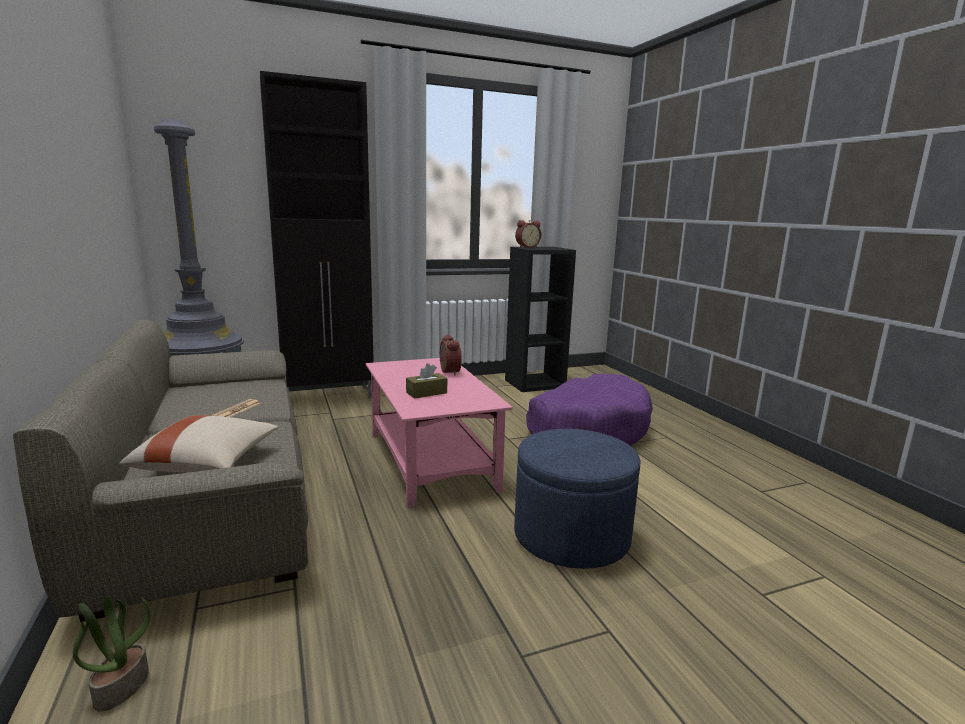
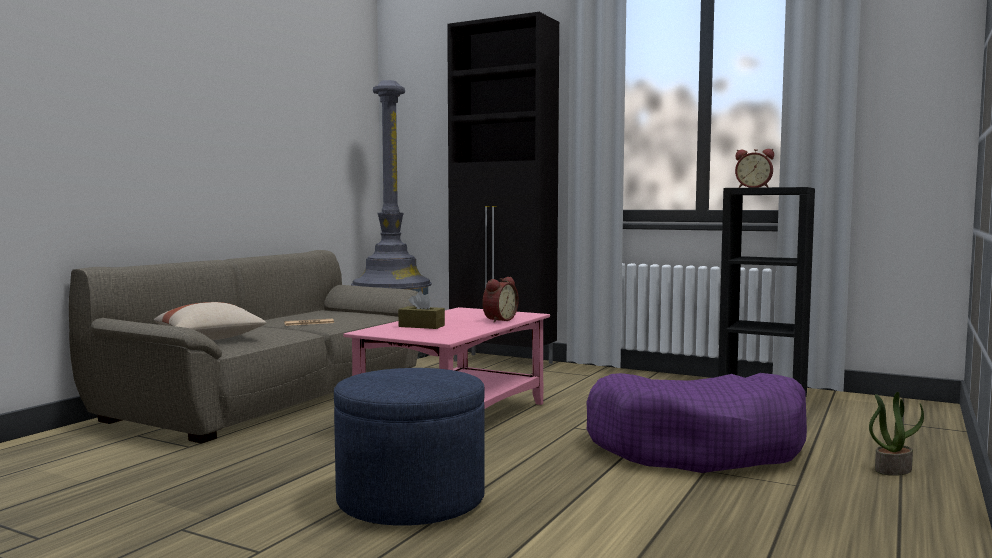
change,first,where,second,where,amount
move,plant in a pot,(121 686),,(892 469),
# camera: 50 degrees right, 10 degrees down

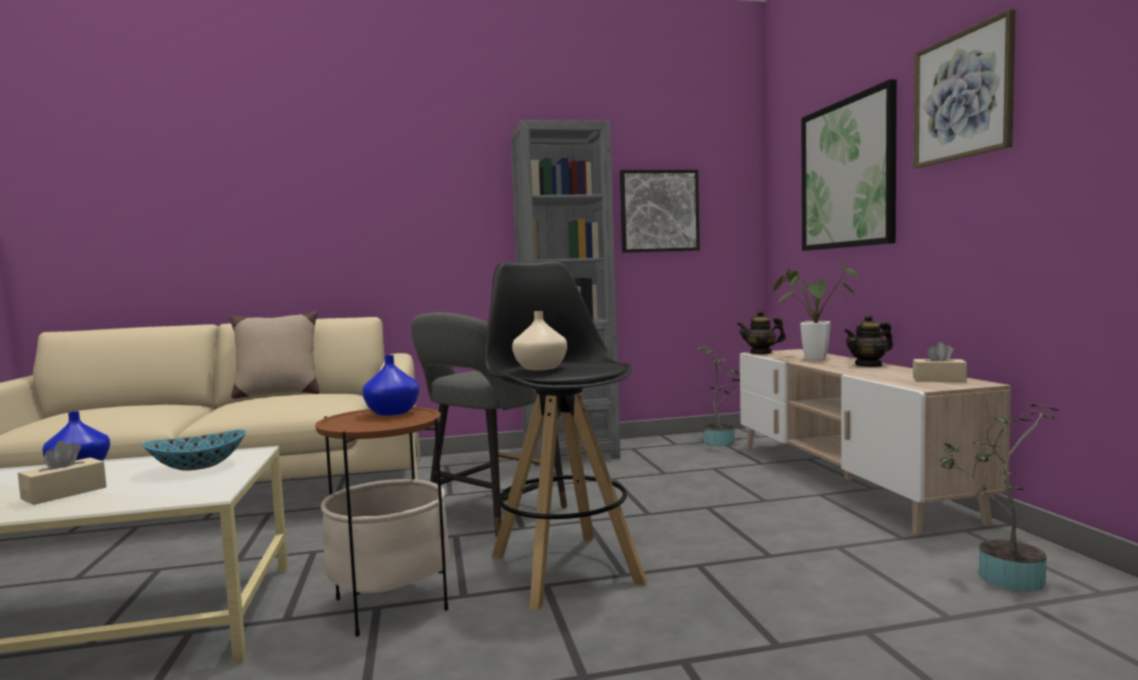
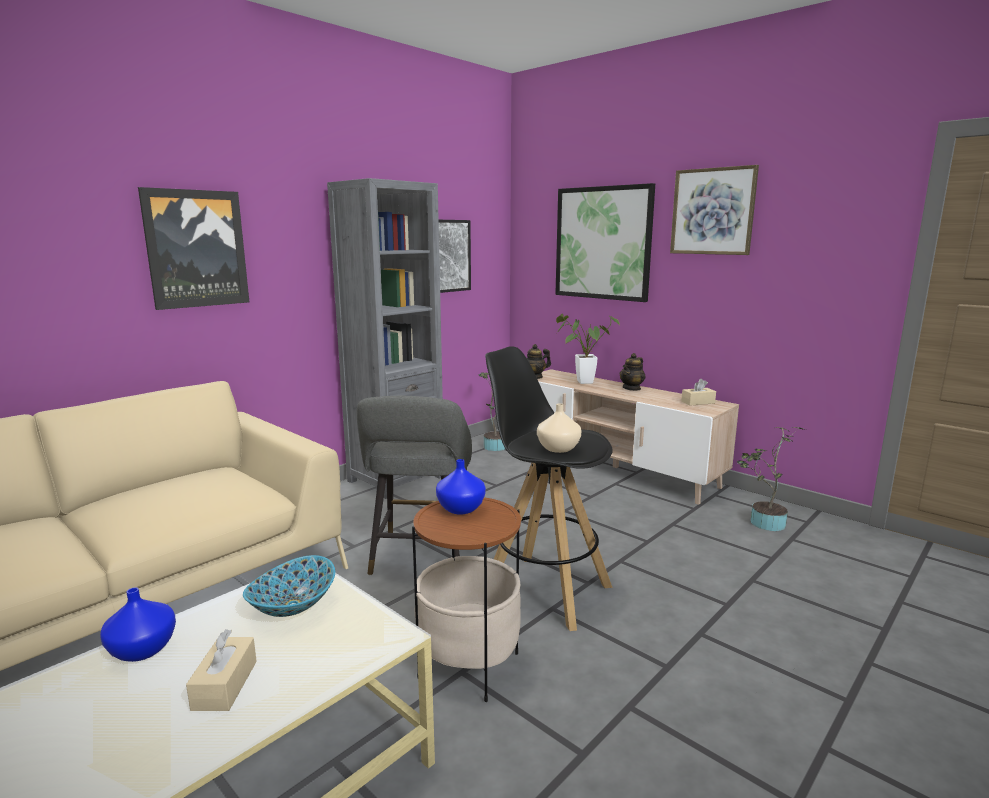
change,first,where,second,where,amount
delete,throw pillow in beige-coloured,(277 394),,,
insert,,,wall art,(196 249),
# camera: 35 degrees left, 10 degrees up

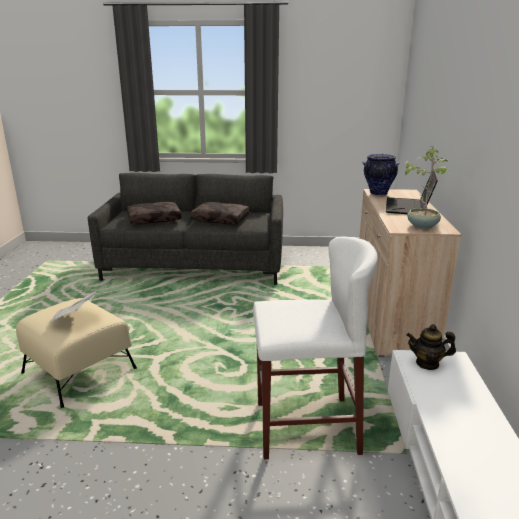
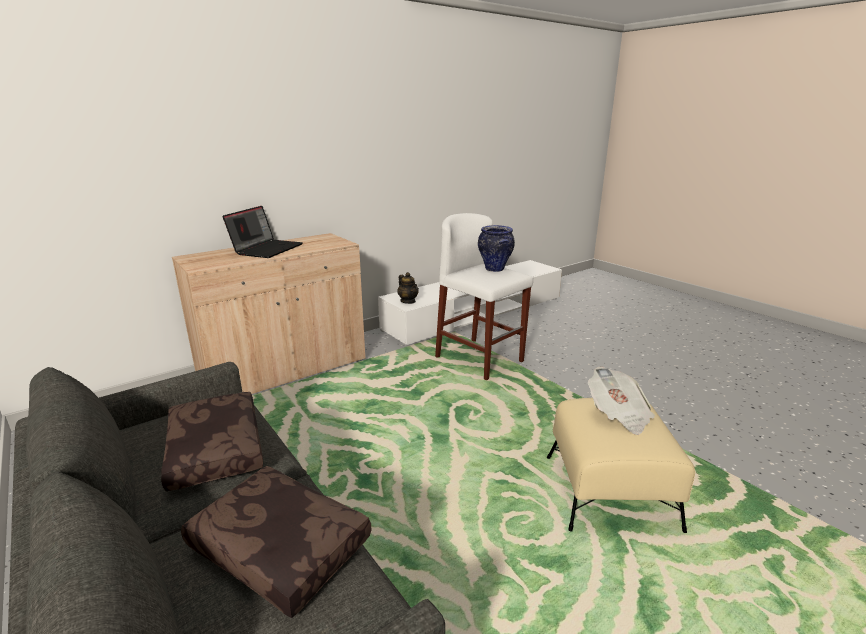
change,first,where,second,where,amount
delete,plant in a pot,(422 226),,,
move,decorative vase,(378 193),,(495 269),
rotate,laptop,(409 207),,(267 249),45 degrees counterclockwise
# camera: 130 degrees left, 0 degrees up

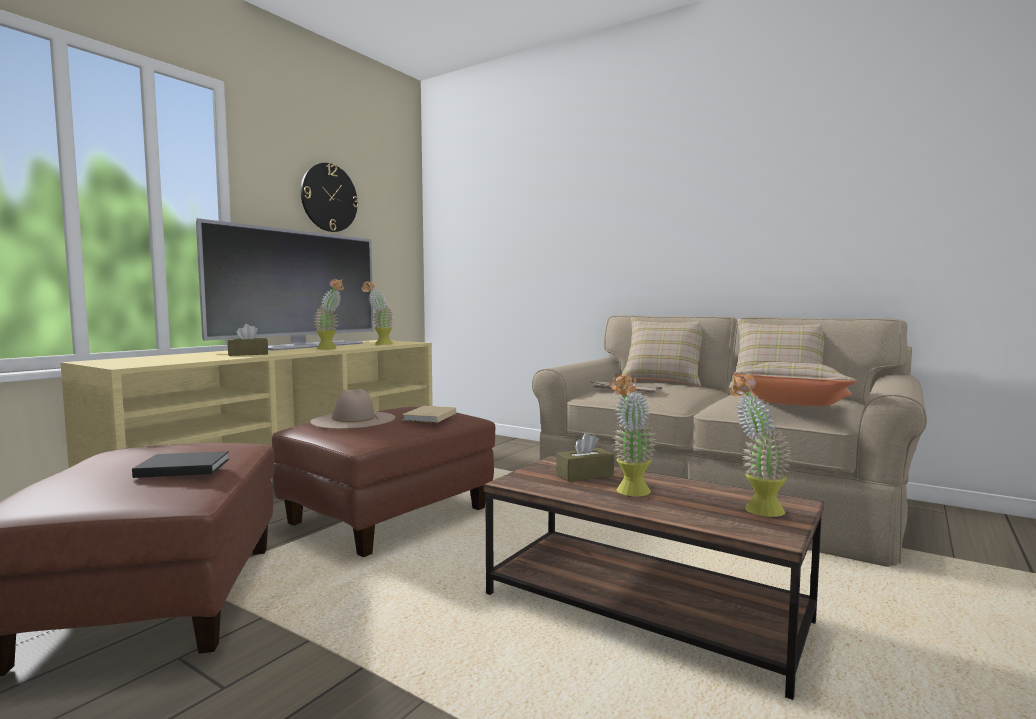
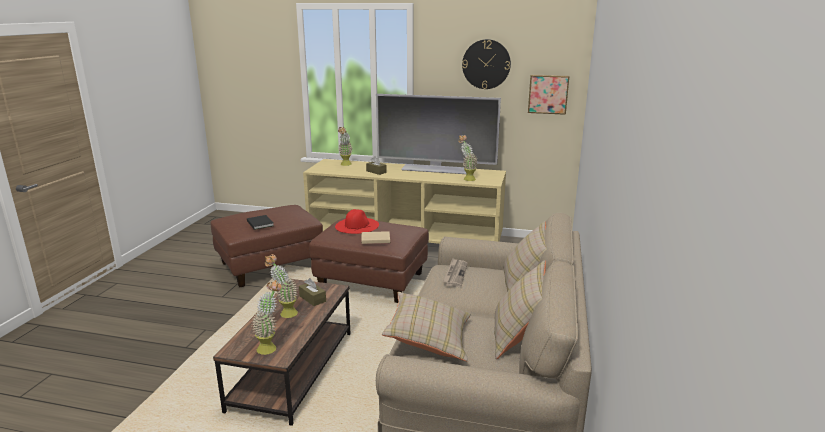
change,first,where,second,where,amount
move,plant in a pot,(330 349),,(345 165),
recolor,wearable hat in beige-coloured,(353 420),wearable hat in red-coloured,(357 225),
insert,,,wall art,(548 94),
# camera: 70 degrees right, 15 degrees up

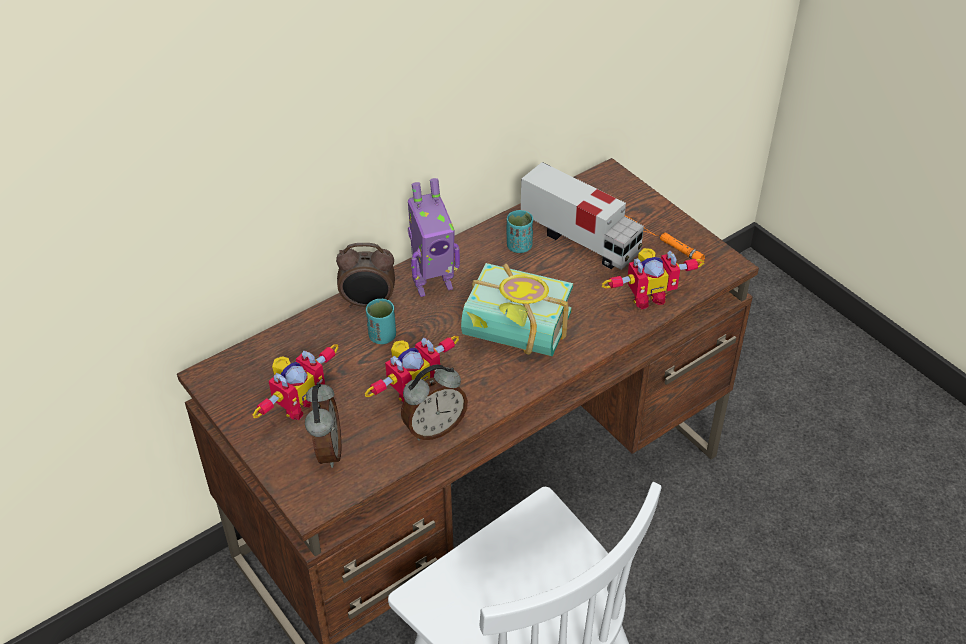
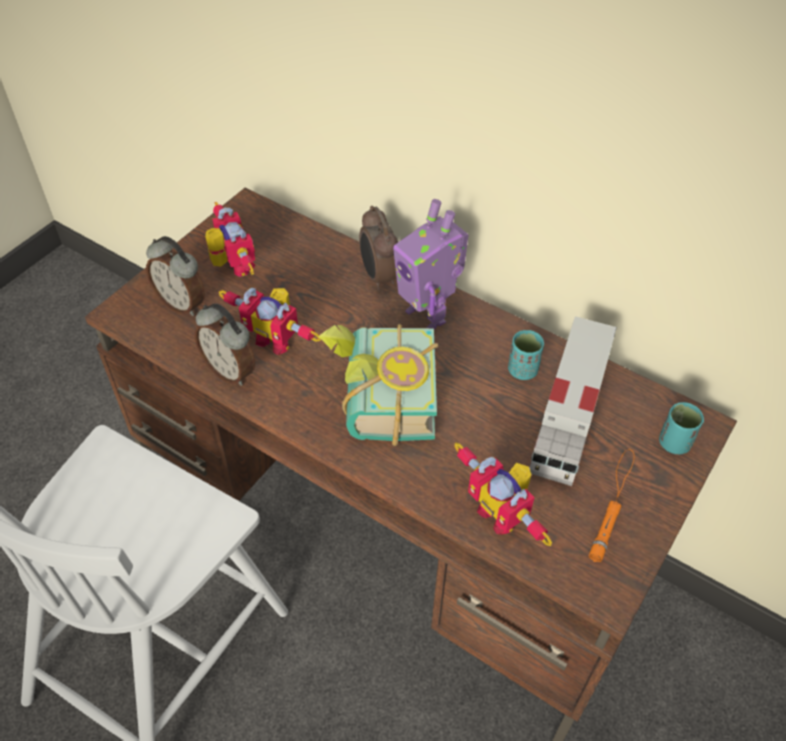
change,first,where,second,where,amount
move,small cup in blue-green,(382 336),,(674 443),
rotate,toy robot,(296 404),,(232 267),135 degrees counterclockwise
rotate,alarm clock,(327 450),,(182 303),60 degrees clockwise
# camera: 70 degrees right, 5 degrees up

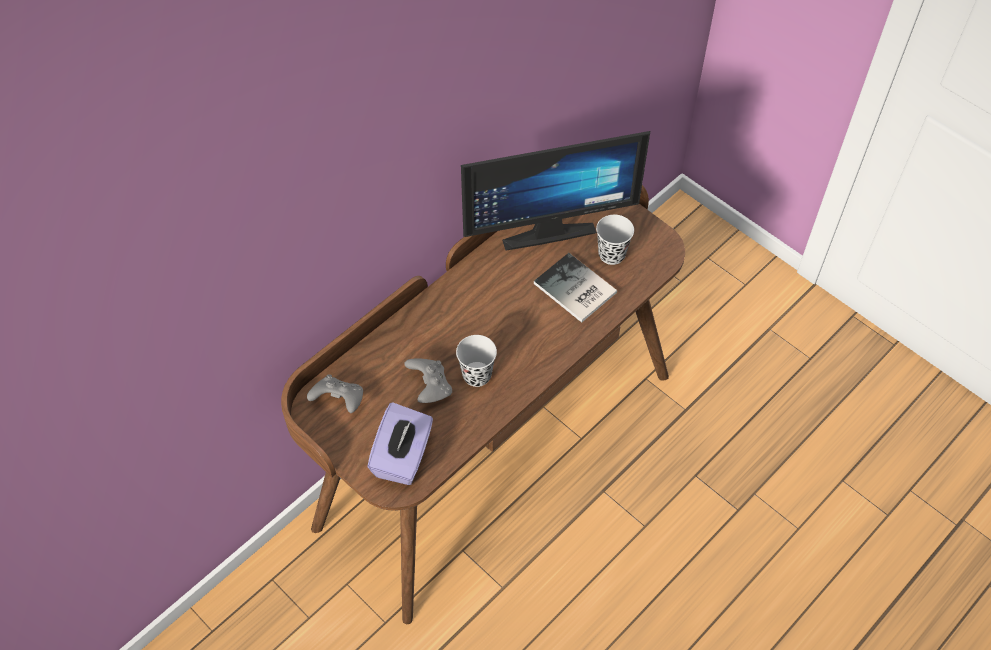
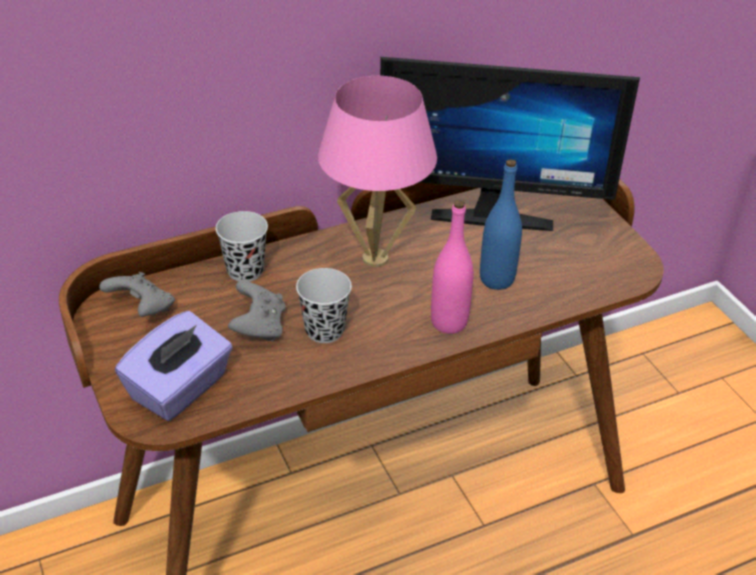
change,first,where,second,where,amount
move,small cup in black-coloured,(611 254),,(245 271),
replace,volume,(575 290),bottle in blue-coloured,(497 279),
insert,,,table lamp in pink-coloured,(375 258),
insert,,,bottle in pink-coloured,(449 322),
# camera: 20 degrees right, 15 degrees down

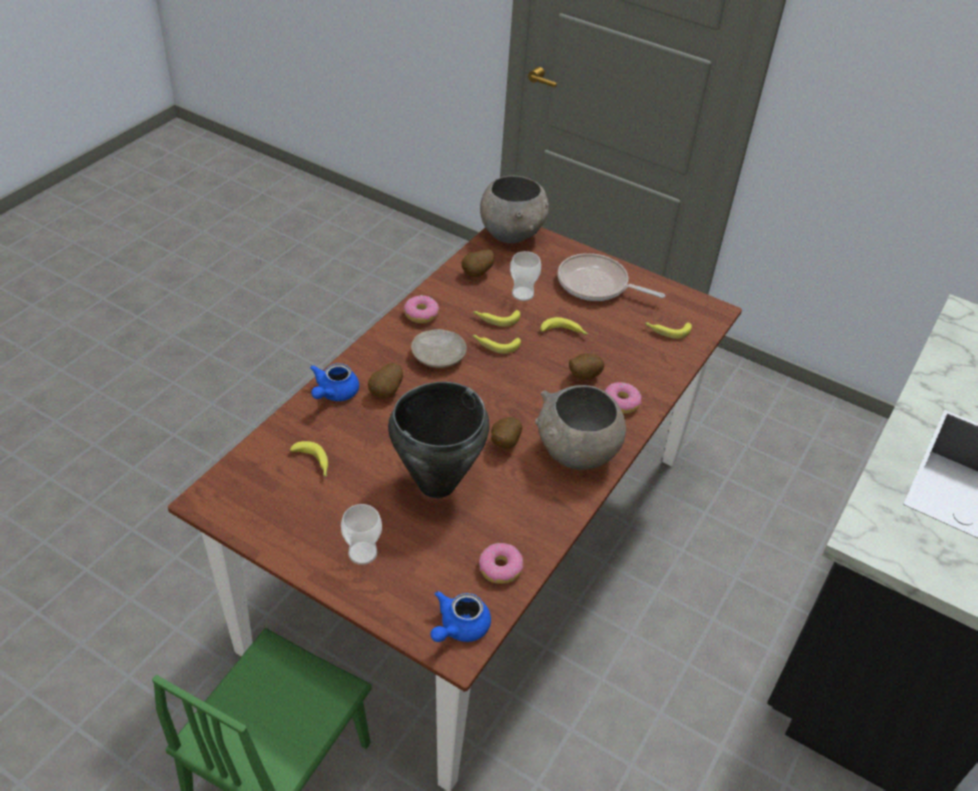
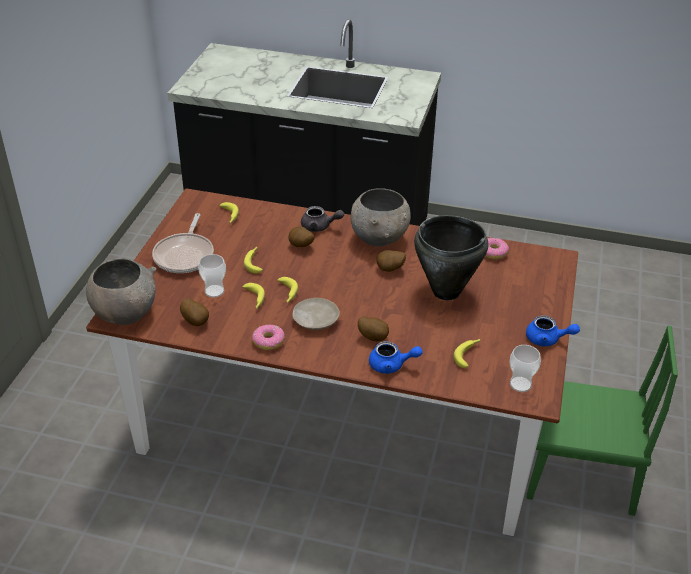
change,first,where,second,where,amount
replace,ring doughnut,(621 403),teapot in greyish,(319 227),
move,small cup,(362 553),,(520 384),
move,teapot in blue-coloured,(459 628),,(547 339),
# camera: 105 degrees left, 5 degrees down

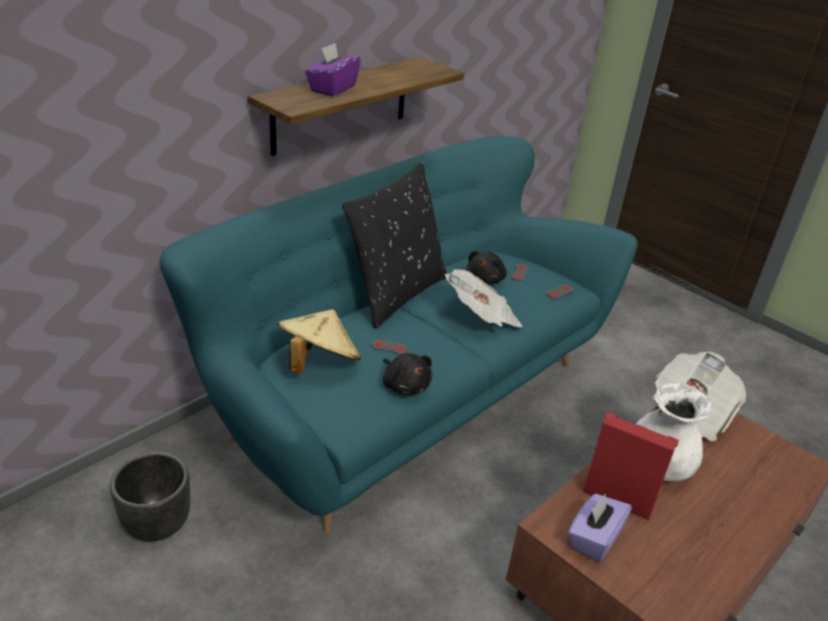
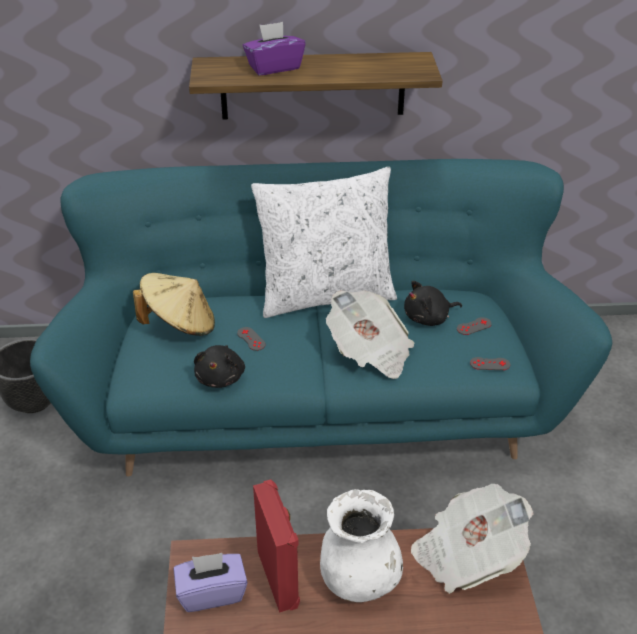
change,first,where,second,where,amount
recolor,throw pillow in black-coloured,(395 293),throw pillow in white,(325 294),
# camera: 45 degrees right, 5 degrees up

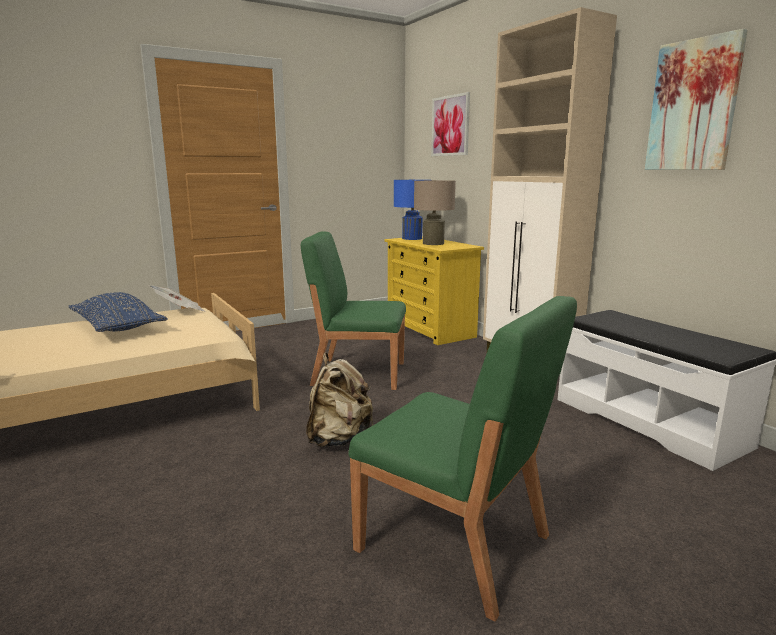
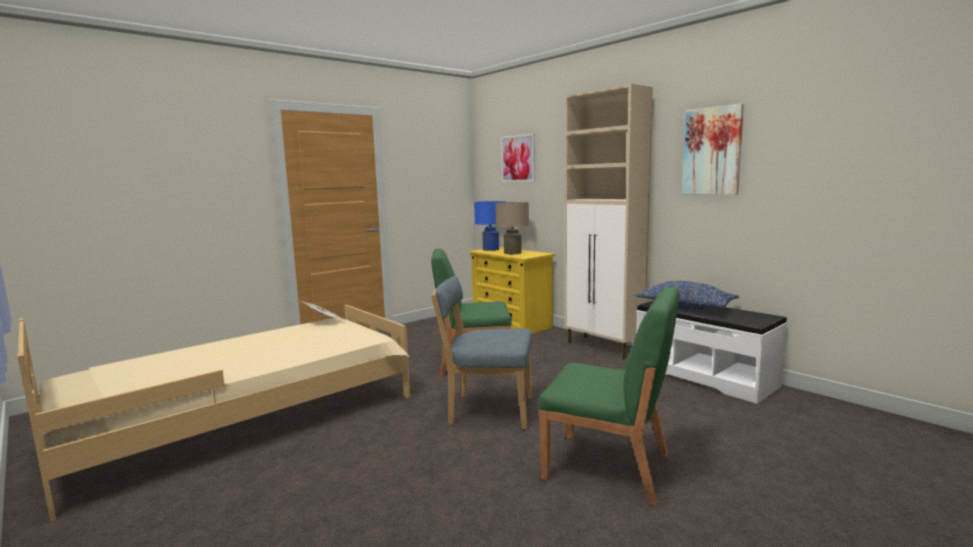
change,first,where,second,where,amount
move,throw pillow in blue-coloured,(118 327),,(685 307),
replace,backpack in beige-coloured,(338 439),plain chair in blue-coloured,(486 411),
# camera: 10 degrees left, 5 degrees down

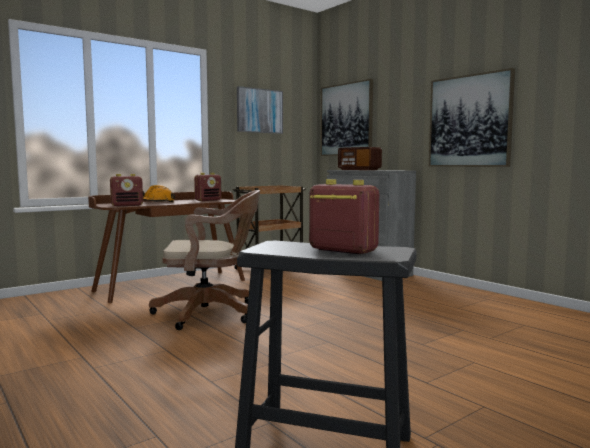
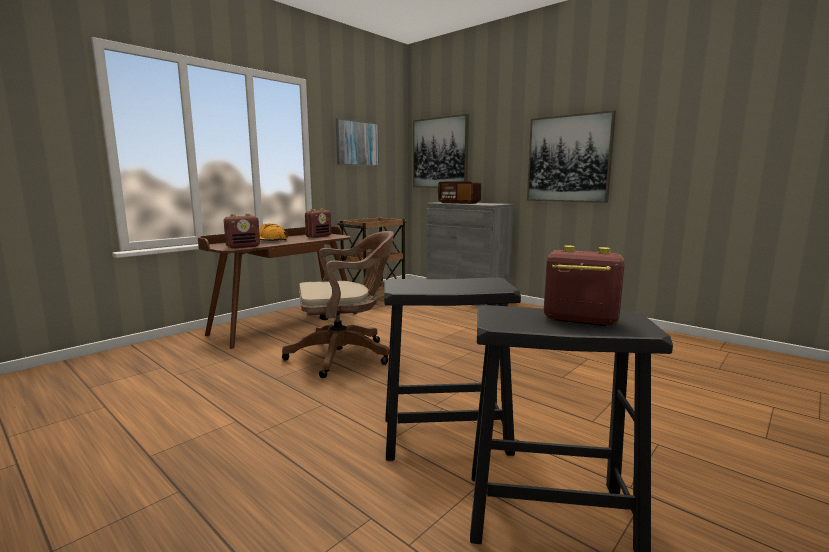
change,first,where,second,where,amount
insert,,,sitting stool in black-coloured,(444 435),
# camera: 10 degrees left, 5 degrees up

